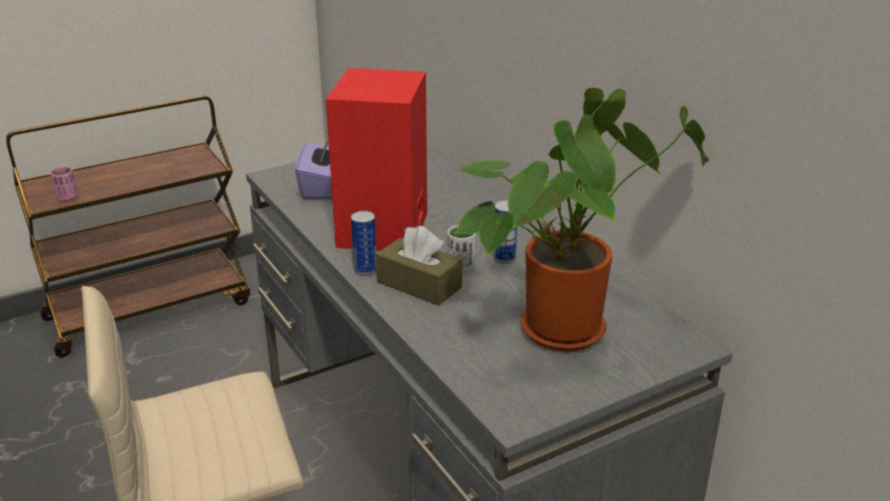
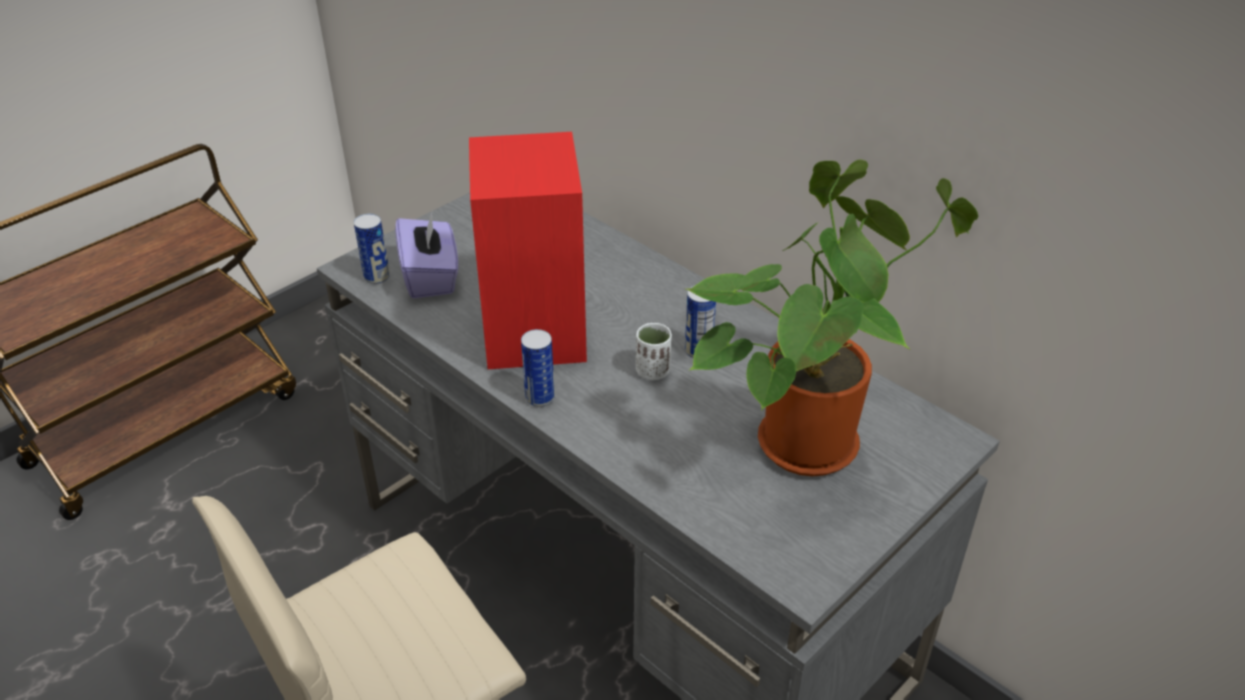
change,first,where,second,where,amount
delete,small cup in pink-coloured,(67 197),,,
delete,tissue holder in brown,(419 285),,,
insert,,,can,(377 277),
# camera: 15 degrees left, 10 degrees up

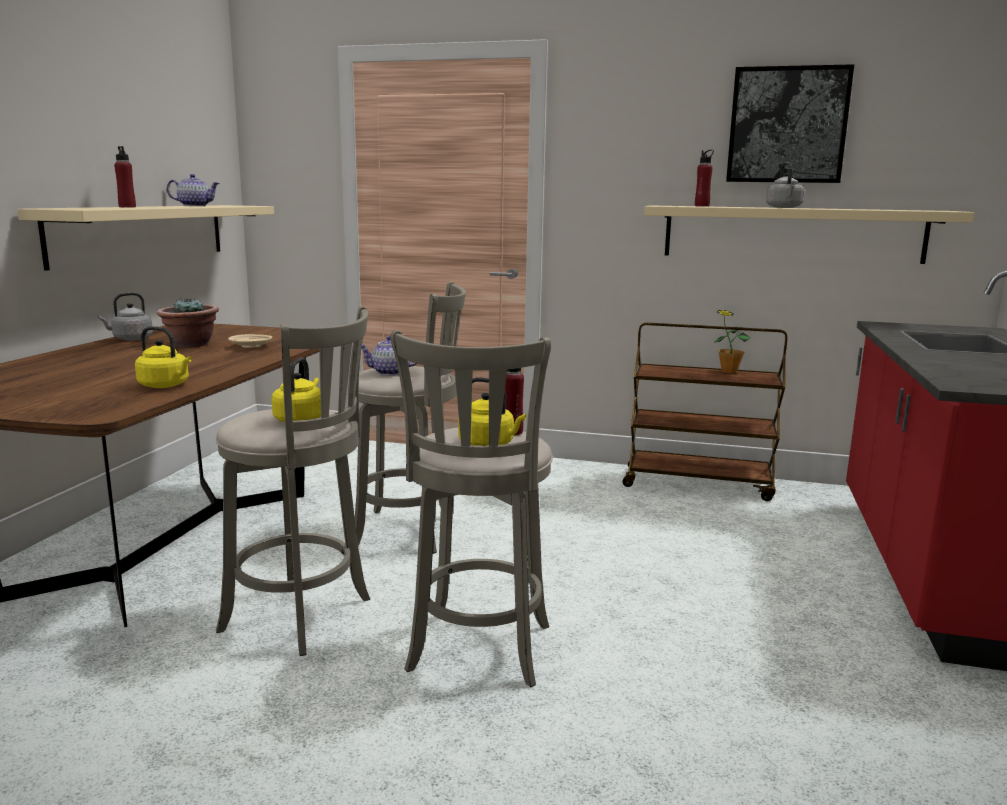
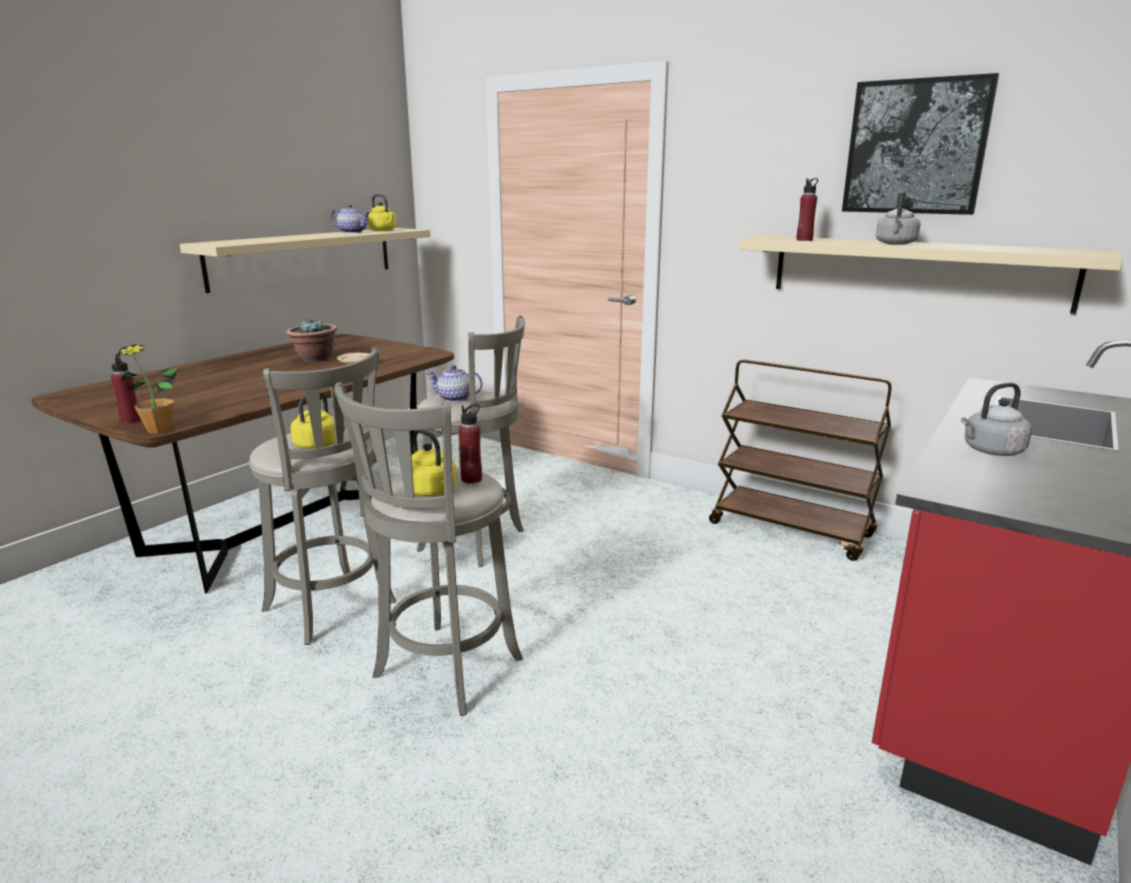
change,first,where,second,where,amount
move,bottle in red-coloured,(127 207),,(131 421),
move,kettle in greyish,(130 339),,(990 451),
move,plant in a pot,(729 371),,(159 430),
move,kettle in yellowish,(166 385),,(383 230),
# camera: 20 degrees right, 5 degrees up

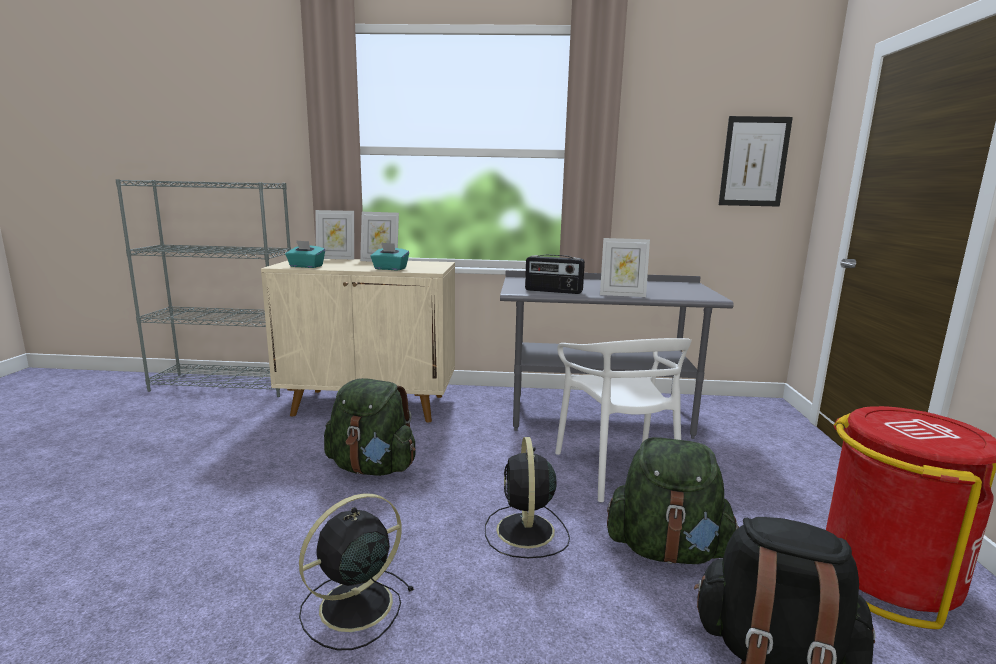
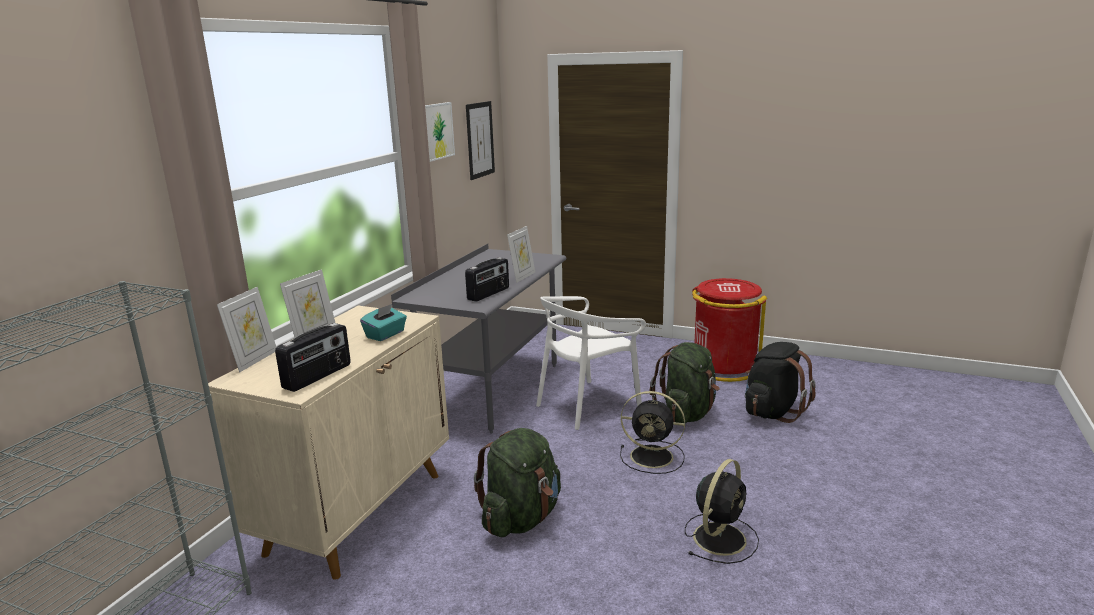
change,first,where,second,where,amount
replace,tissue holder in blue-green,(306 266),radio receiver,(318 376),
rotate,plain chair in white,(618 471),,(587 405),135 degrees clockwise
rotate,cooling fan in black-coloured,(353 606),,(720 537),120 degrees counterclockwise
insert,,,wall art,(436 131),
# camera: 70 degrees left, 5 degrees up

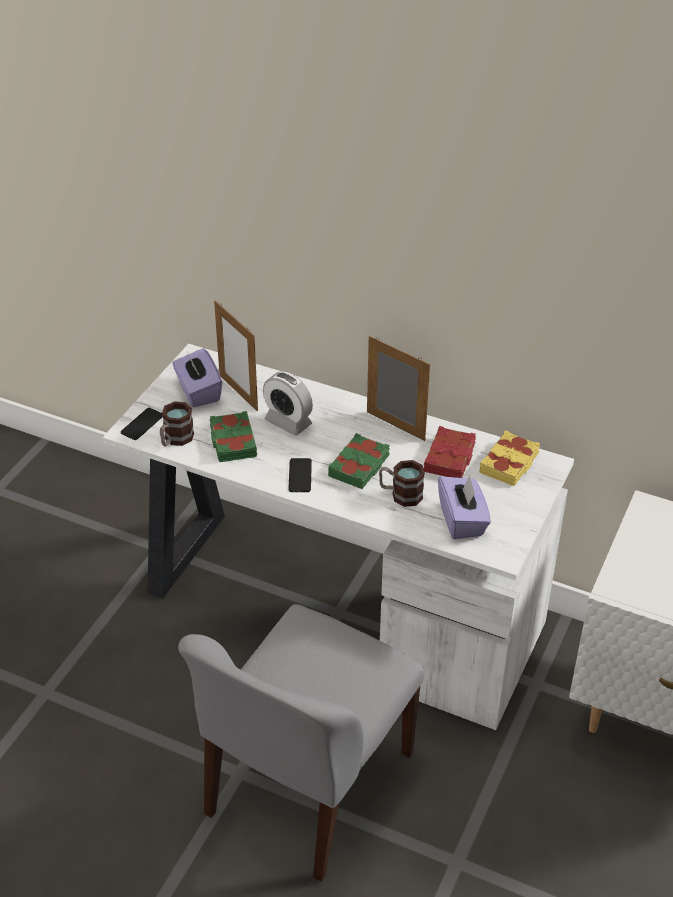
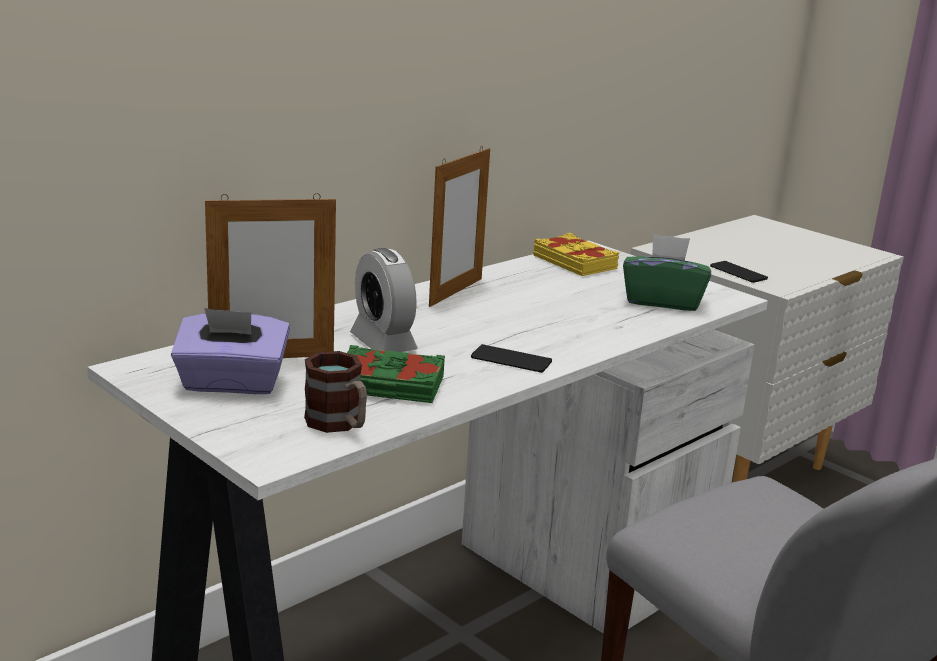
change,first,where,second,where,amount
rotate,photo frame,(395 426),,(455 292),150 degrees clockwise
rotate,alarm clock,(288 422),,(383 343),90 degrees clockwise
move,telephone,(142 424),,(738 272),
delete,volume in red-coloured,(450 458),,,
delete,volume in green-coloured,(359 466),,,
delete,tea mug,(400 494),,,
recolor,tissue holder in purple,(462 520),tissue holder in green-coloured,(662 301),
# camera: 70 degrees left, 20 degrees down

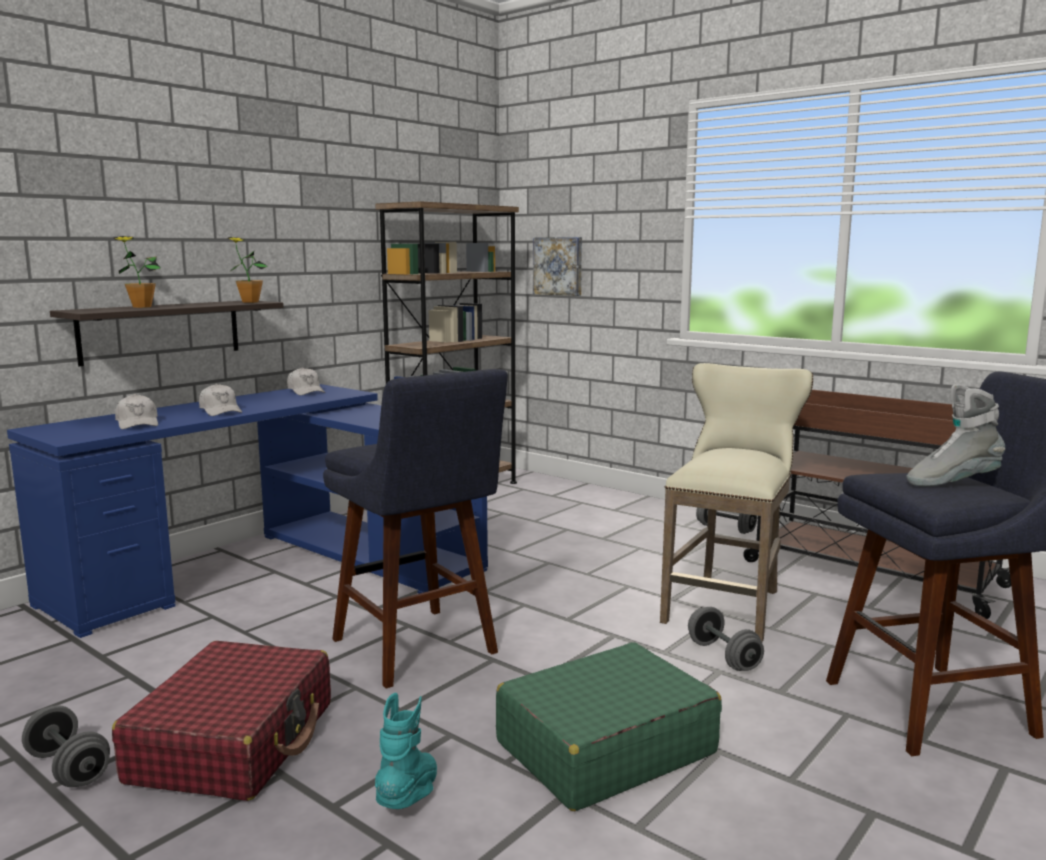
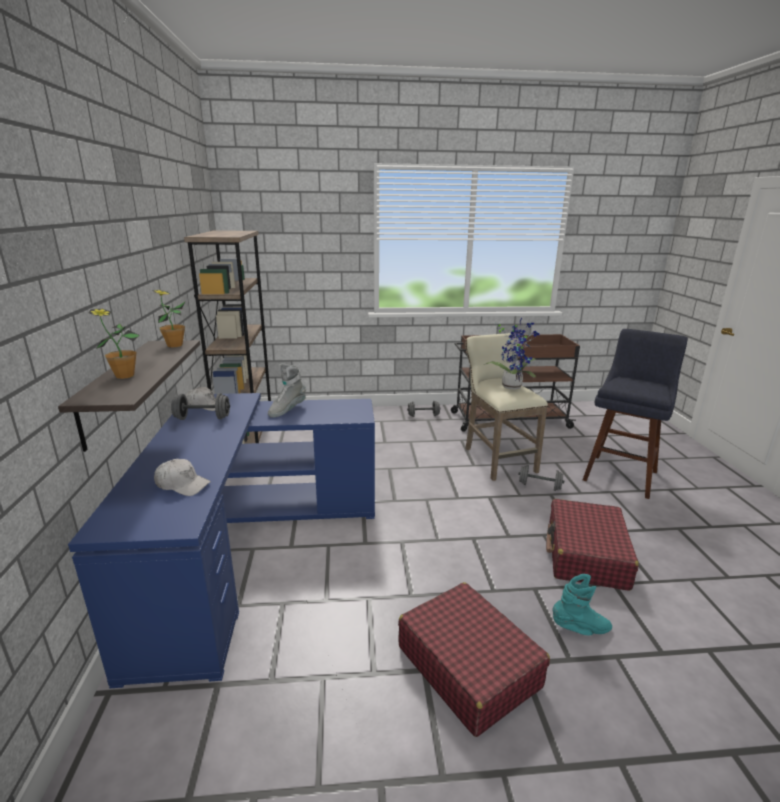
change,first,where,second,where,amount
delete,wall art,(558 266),,,
delete,sitting stool in blue-coloured,(419 650),,,
delete,cap in white,(220 411),,,
move,high-top boot in greyish,(952 482),,(287 410),
recolor,piece of luggage in green-coloured,(604 748),piece of luggage in red-coloured,(586 554),
rotate,high-top boot in blue-green,(410 796),,(580 628),120 degrees clockwise
move,free weight in greyish,(68 768),,(202 418),
insert,,,plant in a pot,(512 386),
# camera: 45 degrees left, 10 degrees up

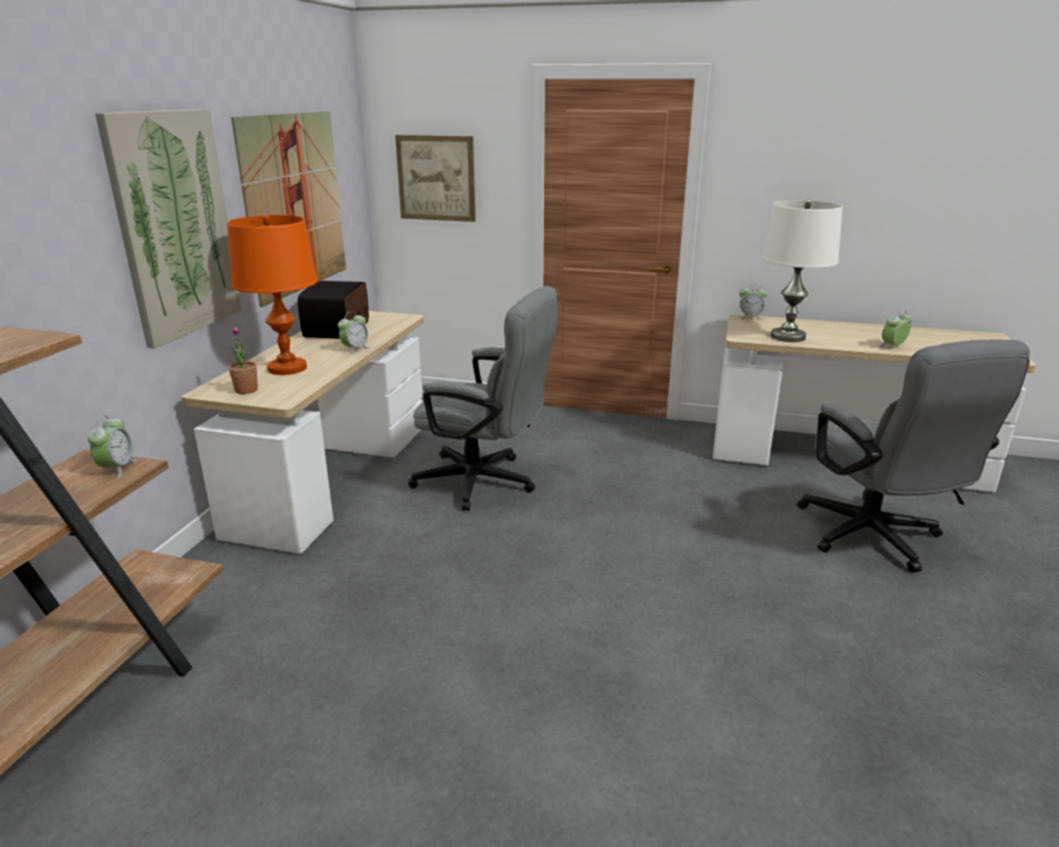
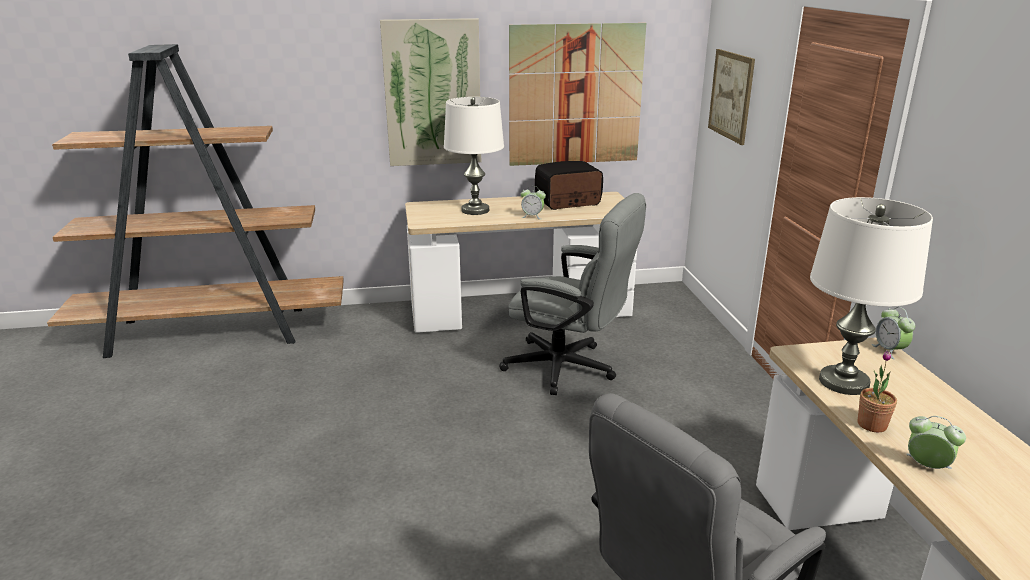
change,first,where,second,where,amount
recolor,table lamp in orangey,(287 368),table lamp in white,(475 210),
rotate,office chair in greyish,(485 483),,(569 369),60 degrees counterclockwise
move,plant in a pot,(246 390),,(872 424),
delete,alarm clock,(117 468),,,
# camera: 65 degrees right, 0 degrees up

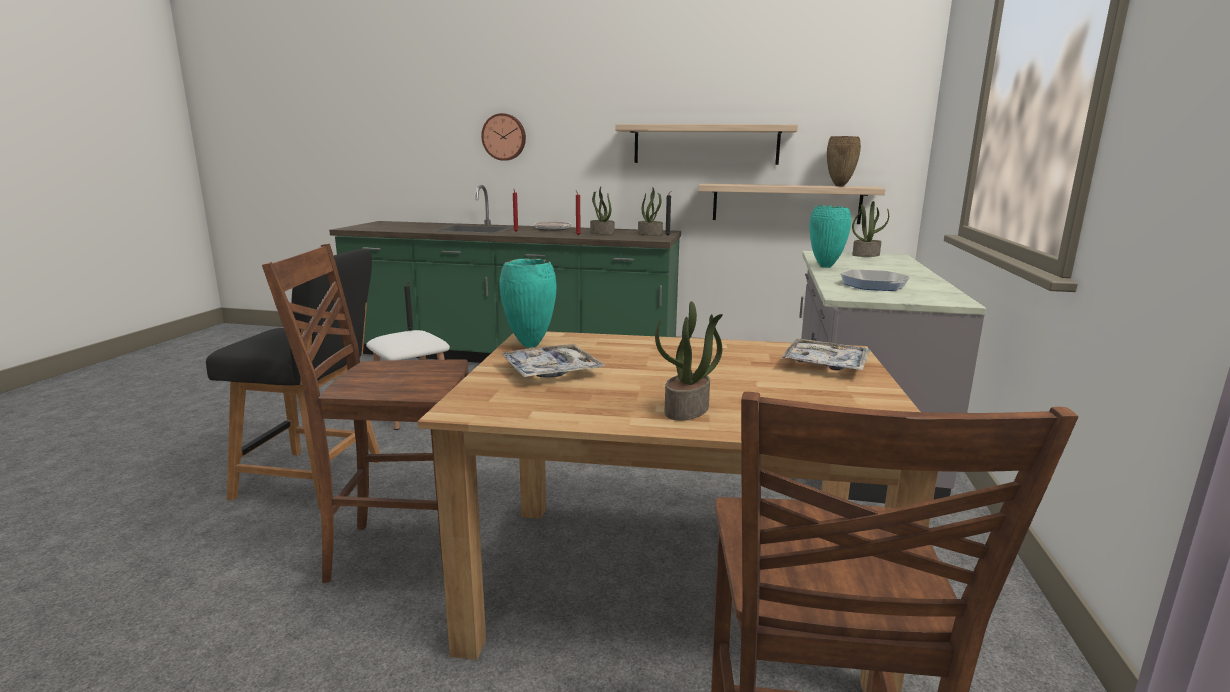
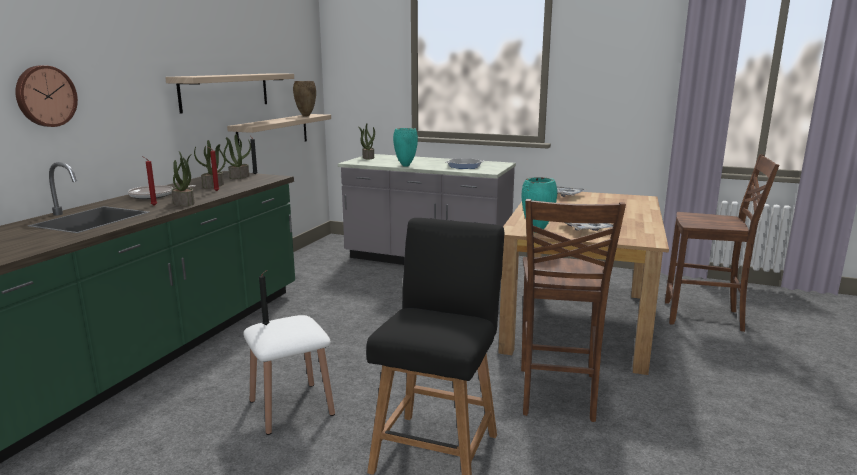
change,first,where,second,where,amount
move,plant in a pot,(687 410),,(184 203),
# camera: 80 degrees left, 0 degrees up

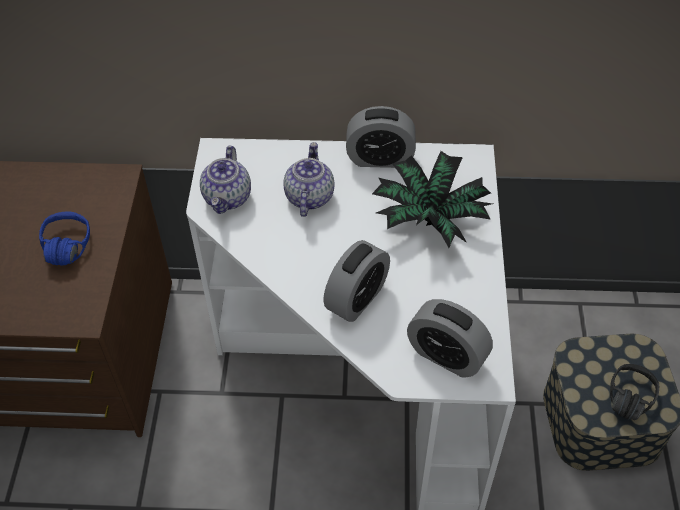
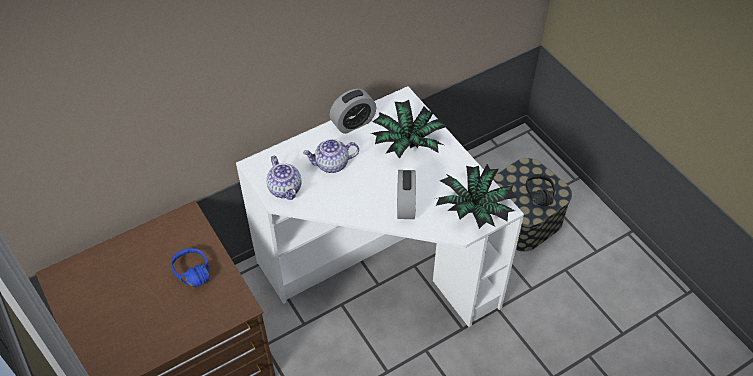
change,first,where,second,where,amount
rotate,teapot,(308 196),,(331 164),75 degrees counterclockwise
replace,alarm clock,(446 355),plant in a pot,(474 210),
# camera: 35 degrees left, 0 degrees up

